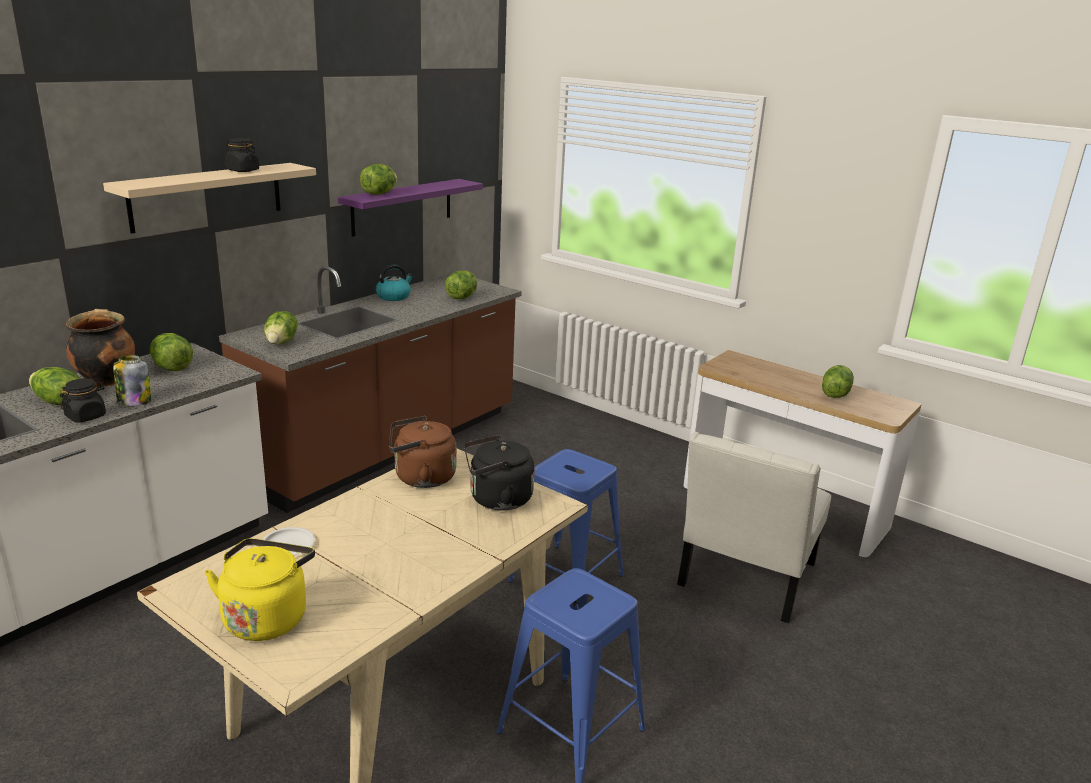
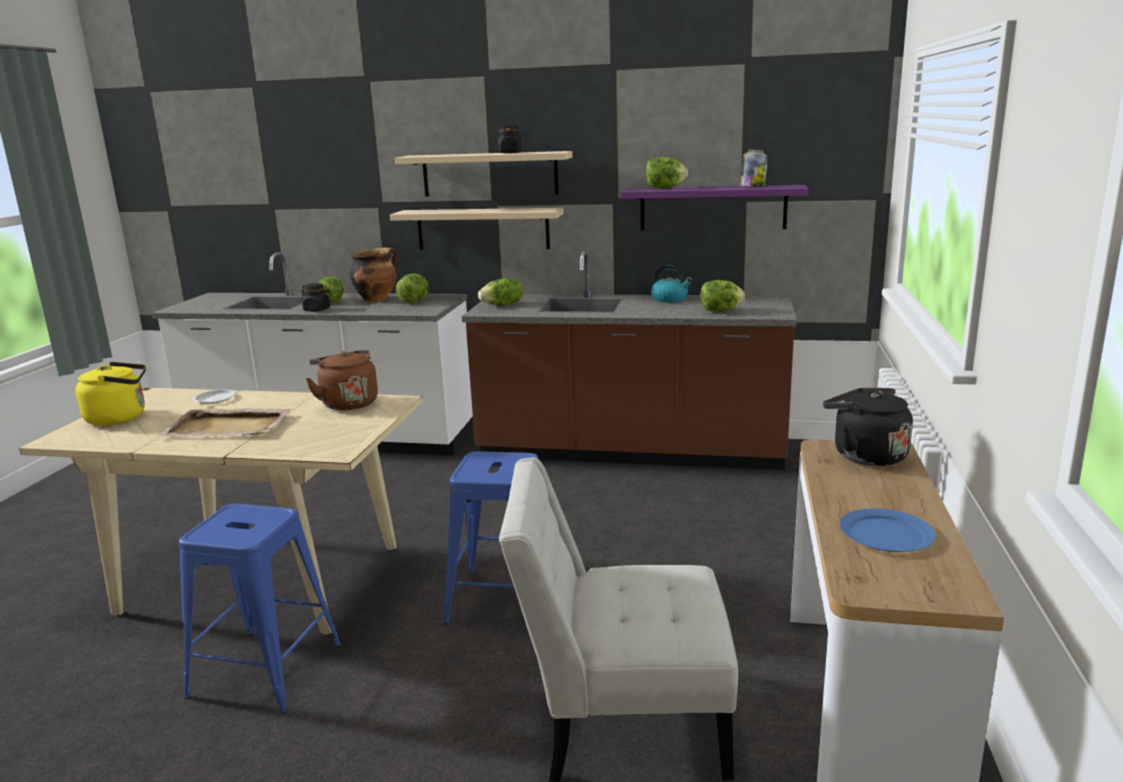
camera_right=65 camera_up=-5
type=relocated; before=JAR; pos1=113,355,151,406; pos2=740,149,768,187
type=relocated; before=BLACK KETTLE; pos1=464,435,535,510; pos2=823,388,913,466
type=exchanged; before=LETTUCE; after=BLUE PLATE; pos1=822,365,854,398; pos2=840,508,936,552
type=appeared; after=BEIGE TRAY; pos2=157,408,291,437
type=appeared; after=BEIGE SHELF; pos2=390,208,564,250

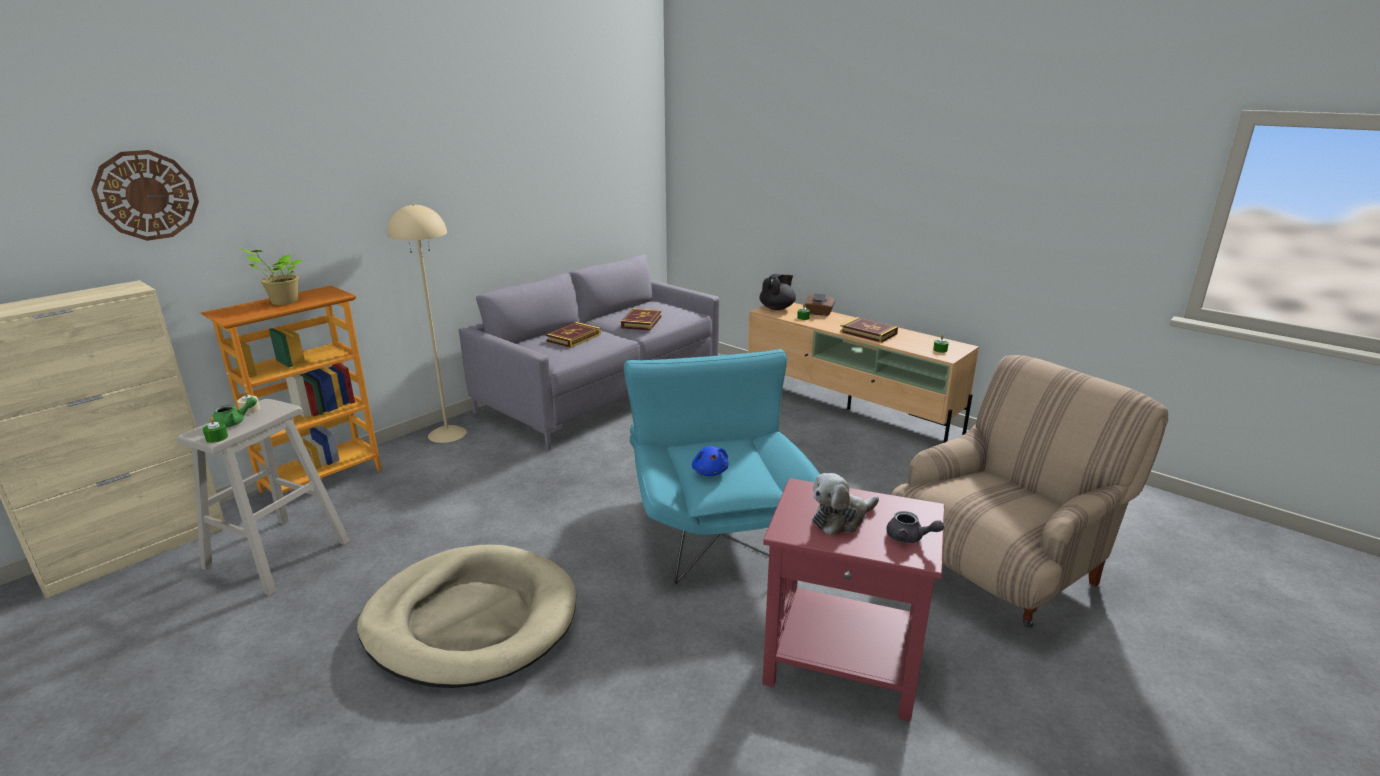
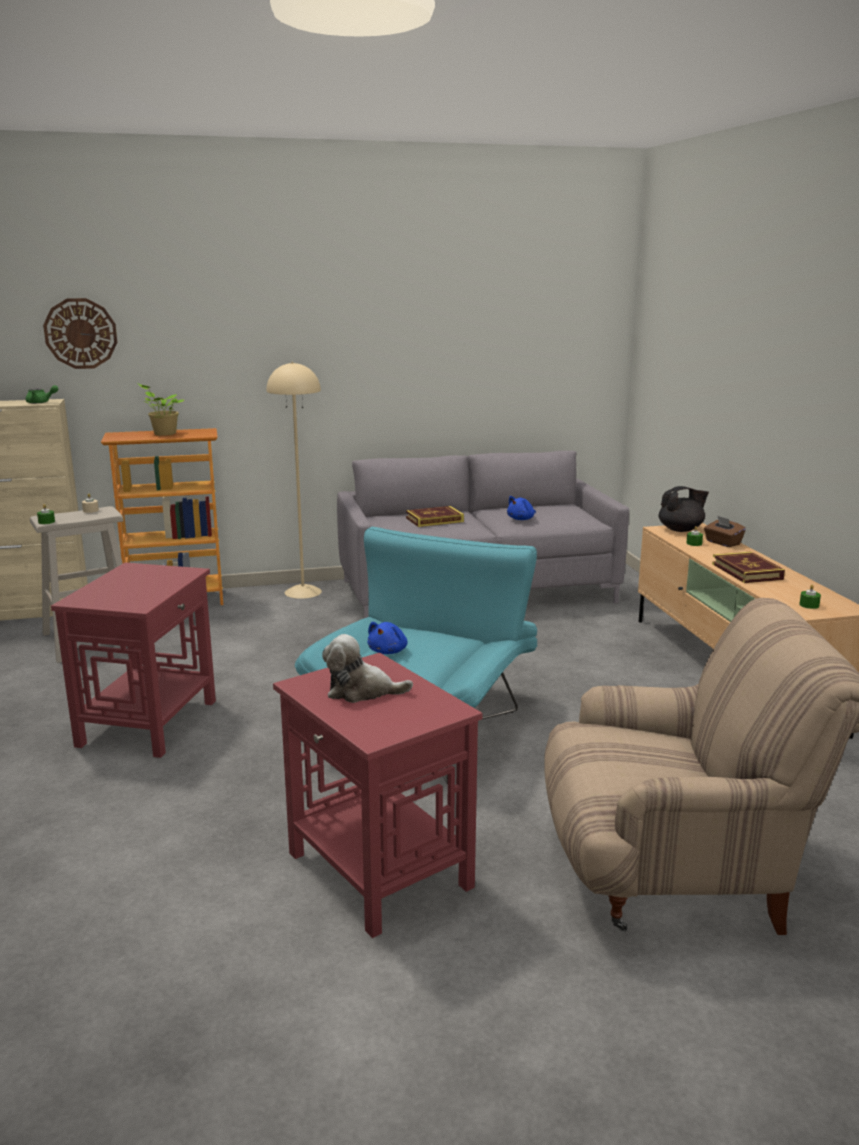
camera_right=35 camera_up=-5
type=relocated; before=GREEN TEAPOT; pos1=212,397,257,427; pos2=26,385,58,404
type=exchanged; before=BEIGE DOG BED; after=RED SIDE TABLE; pos1=357,545,576,688; pos2=51,562,216,758
type=exchanged; before=BOOK; after=BLUE PLUSH TOY; pos1=621,308,662,330; pos2=507,496,536,520
type=missing; before=GREY TEAPOT; pos1=886,511,944,543

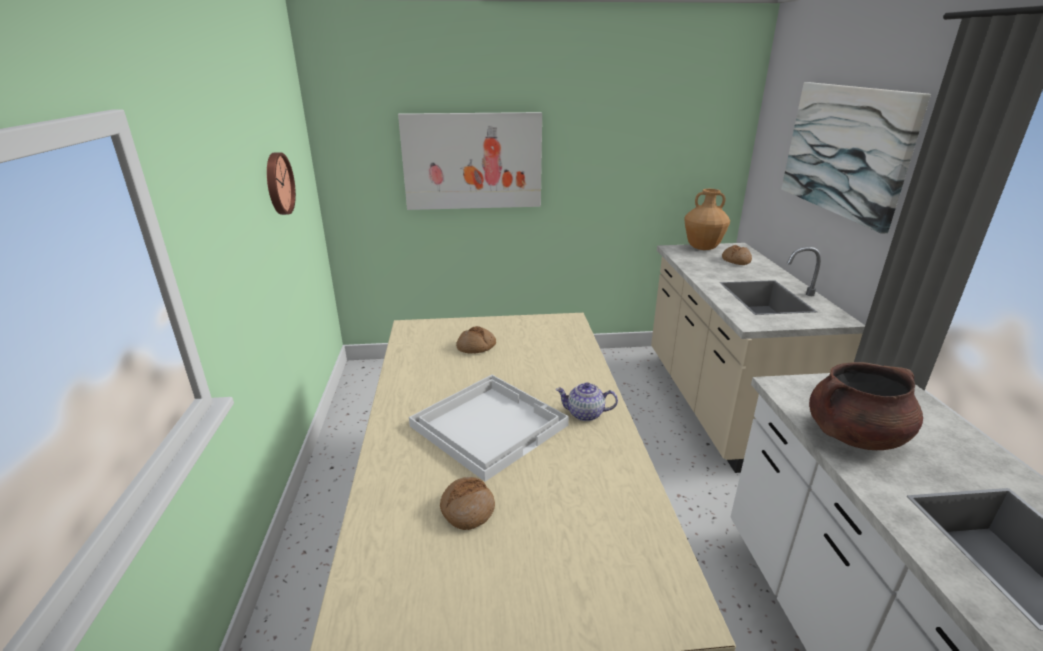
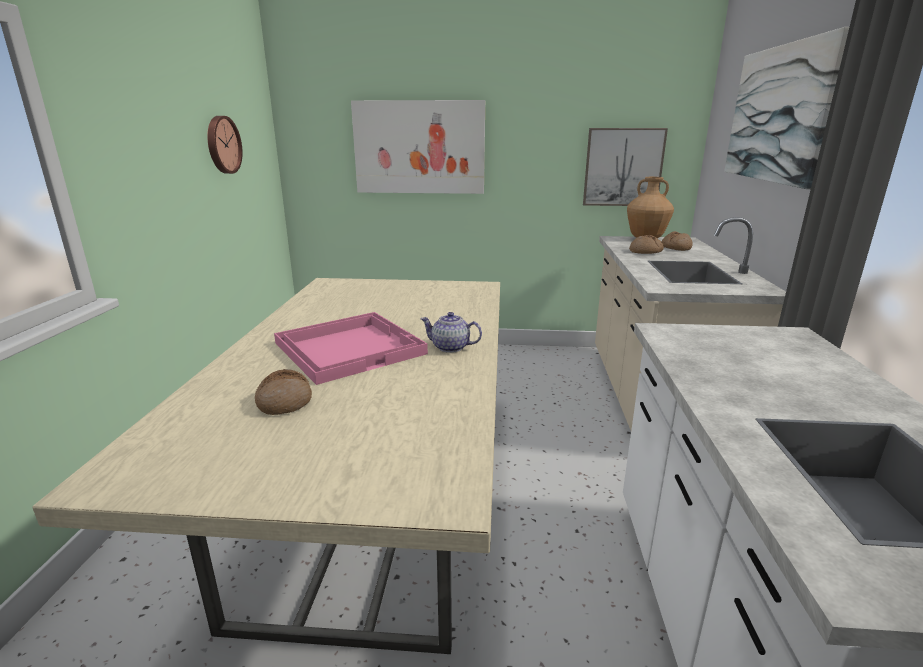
camera_right=10 camera_up=-5
type=colour; before=WHITE TRAY; after=PINK TRAY; pos1=409,375,569,481; pos2=274,312,428,385
type=relocated; before=BREAD; pos1=456,326,496,353; pos2=629,235,664,254
type=missing; before=BROWN COOKING POT; pos1=809,362,923,450
type=appeared; after=PICTURE; pos2=583,128,668,206

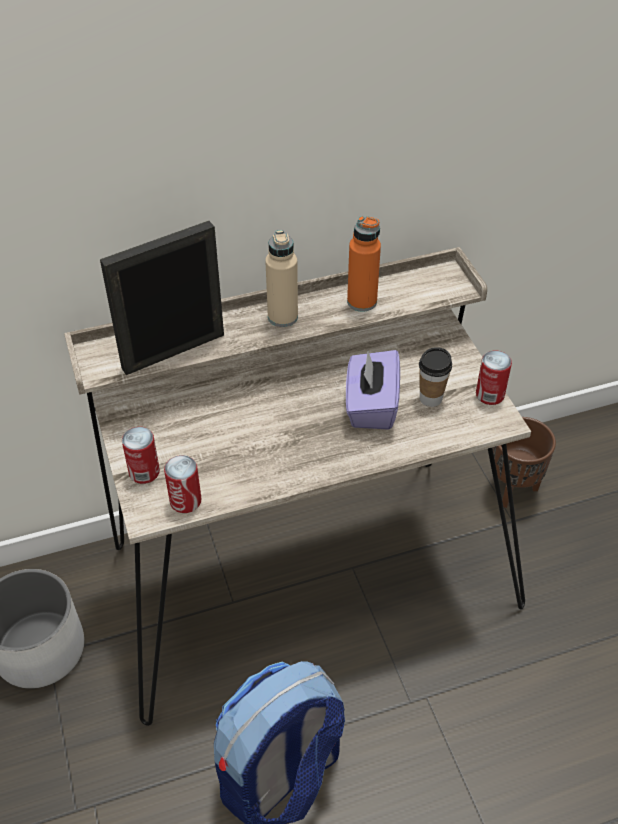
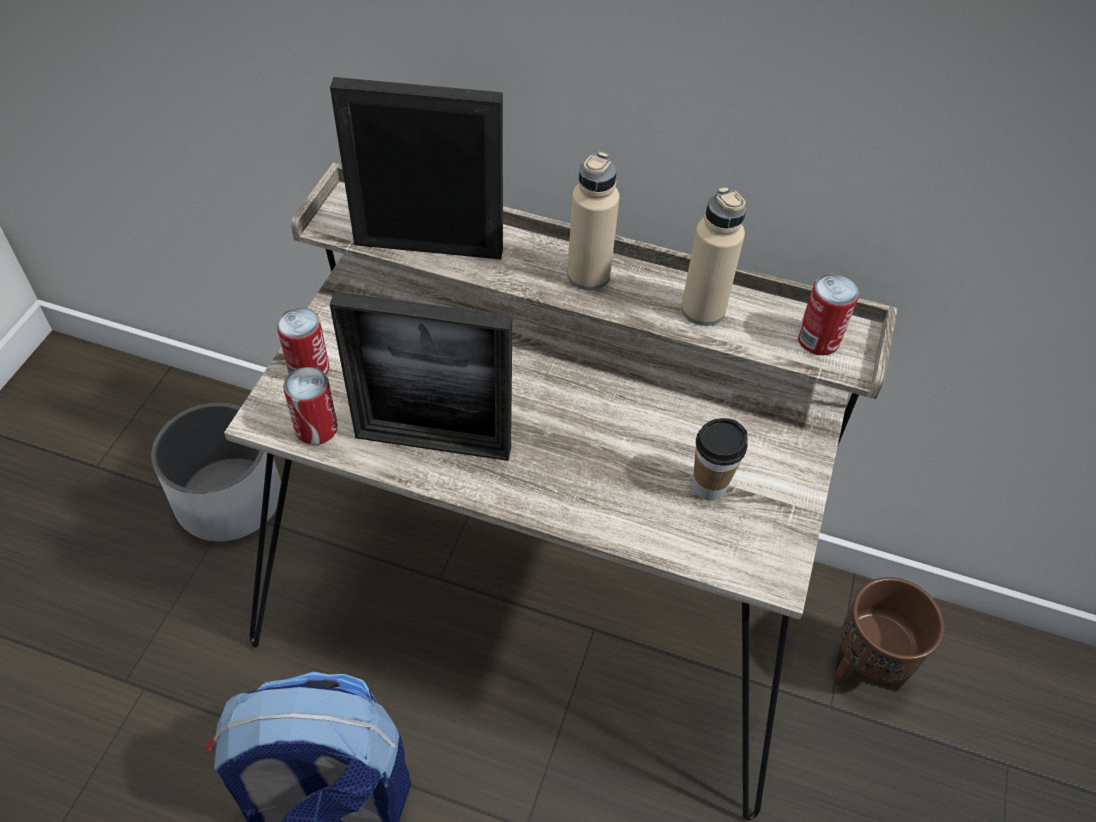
camera_right=35 camera_up=5
type=missing; before=PURPLE TISSUE BOX; pos1=346,350,400,430
type=colour; before=ORANGE BOTTLE; after=BEIGE BOTTLE; pos1=347,216,381,312; pos2=681,186,746,326
type=relocated; before=CAN; pos1=476,351,512,405; pos2=797,274,859,355
type=appeared; after=PICTURE FRAME; pos2=330,291,512,461

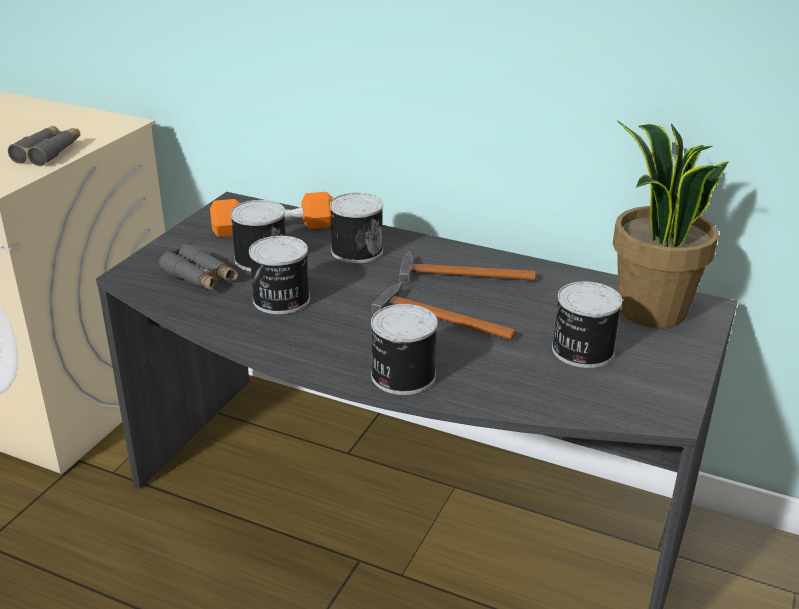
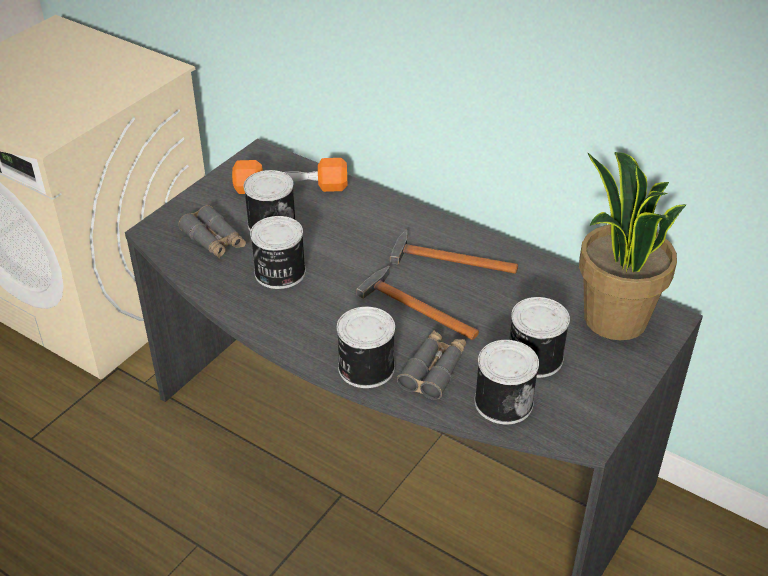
camera_right=10 camera_up=10
type=relocated; before=GREY BINOCULARS; pos1=8,126,80,166; pos2=397,330,466,400
type=relocated; before=CAN; pos1=330,193,383,263; pos2=474,340,539,424

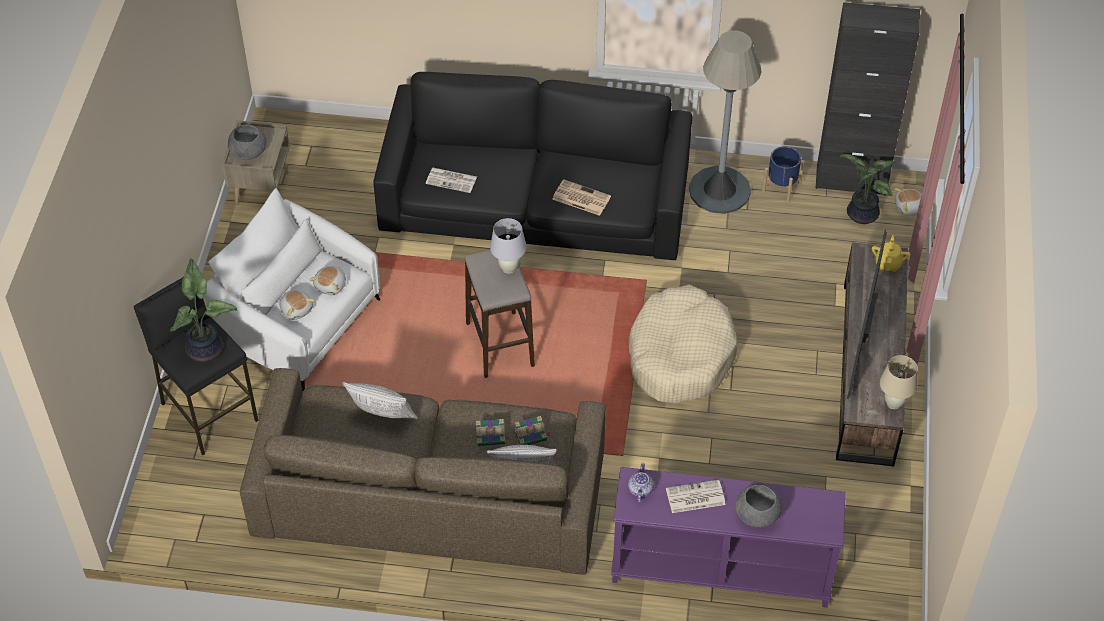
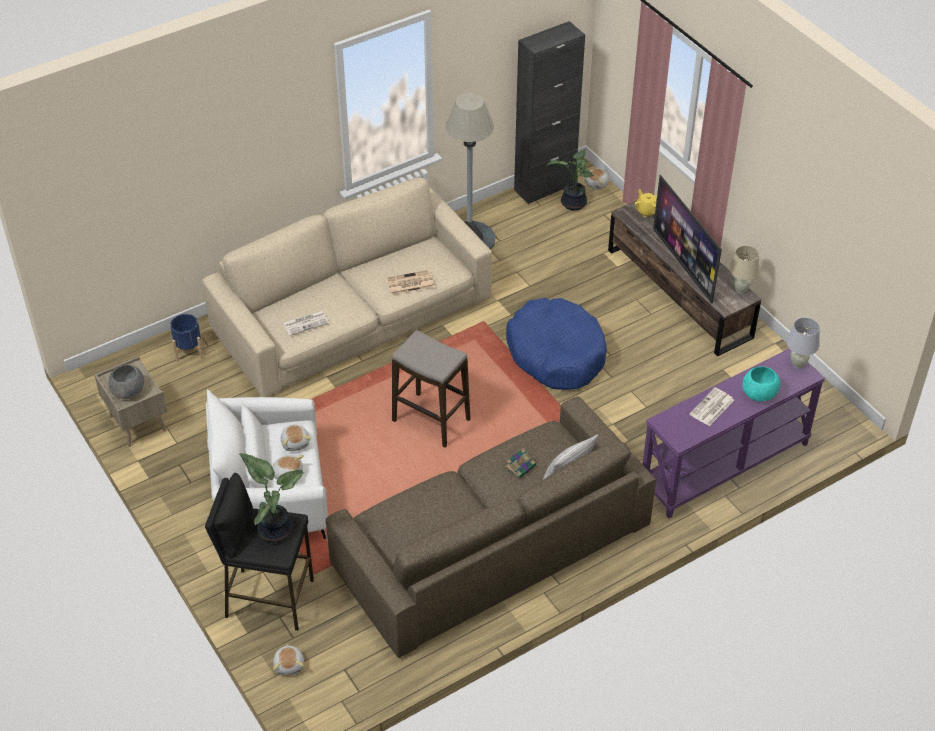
camera_right=-40 camera_up=-5
type=missing; before=PILLOW; pos1=342,382,418,419
type=colour; before=BLACK SOFA; after=BEIGE SOFA; pos1=373,72,692,260; pos2=202,177,492,397
type=relocated; before=WHITE TABLE LAMP; pos1=490,218,527,274; pos2=787,317,820,368
type=missing; before=BOOK; pos1=514,416,550,445
type=missing; before=TEAPOT; pos1=628,463,654,503
type=colour; before=BEIGE DOG BED; after=BLUE DOG BED; pos1=629,285,738,404; pos2=506,298,607,390
type=colour; before=GREY BOWL; after=TURQUOISE BOWL; pos1=735,484,782,527; pos2=742,366,780,401
type=relocated; before=BLUE PLANTER; pos1=762,146,805,202; pos2=170,314,204,362
type=appeared; after=PLUSH TOY; pos2=273,644,304,676

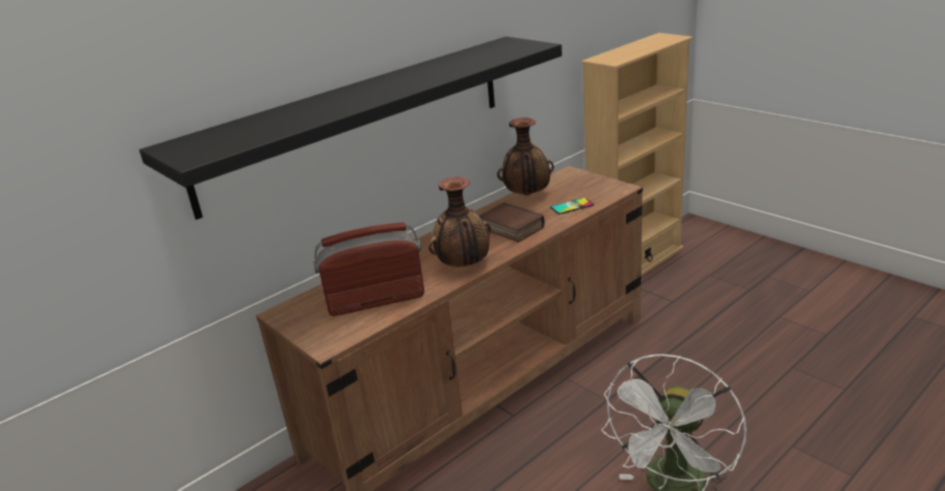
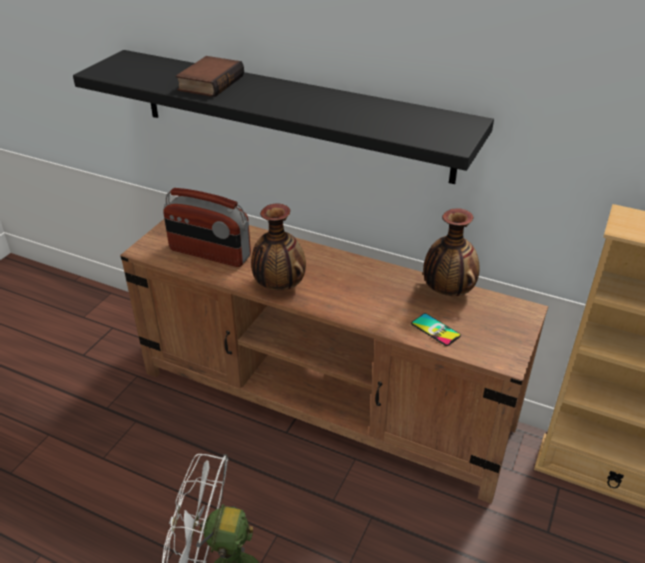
camera_right=65 camera_up=10
type=spun; before=RADIO; pos1=313,222,424,316; pos2=163,188,251,267; turn=150
type=relocated; before=BOOK; pos1=479,203,545,242; pos2=176,56,244,97

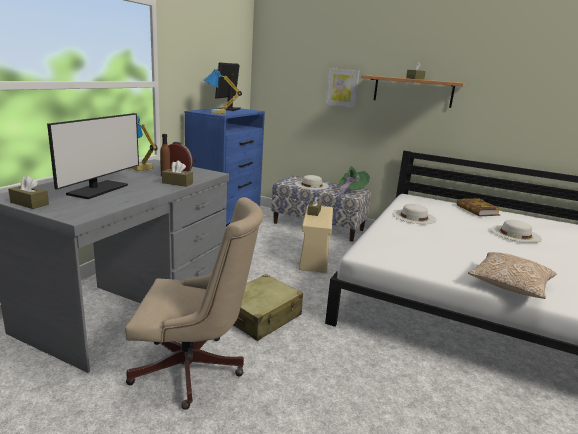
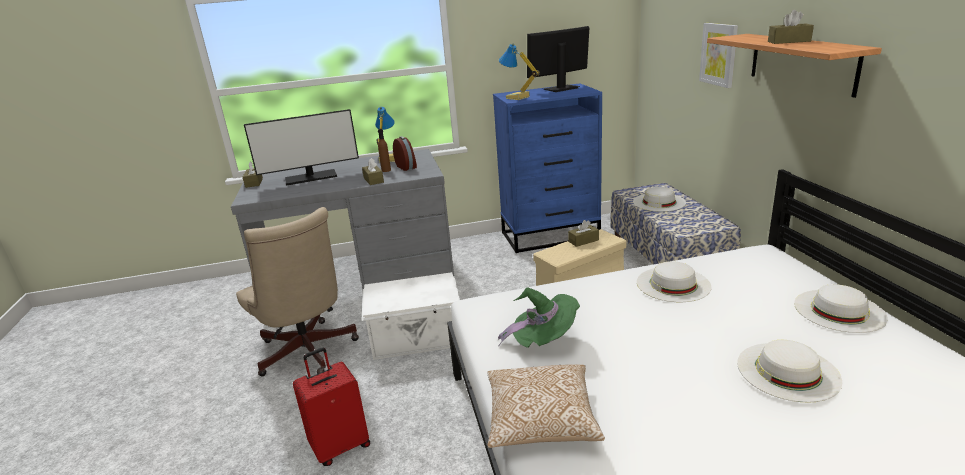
camera_right=55 camera_up=5
type=exchanged; before=BEIGE SUITCASE; after=WHITE STORAGE BOX; pos1=234,274,303,341; pos2=361,272,460,360
type=relocated; before=GREEN HAT; pos1=337,166,370,196; pos2=498,287,580,348
type=exchanged; before=BOOK; after=WHITE HAT; pos1=457,198,502,216; pos2=794,284,888,333
type=appeared; after=RED SUITCASE; pos2=293,348,370,466

